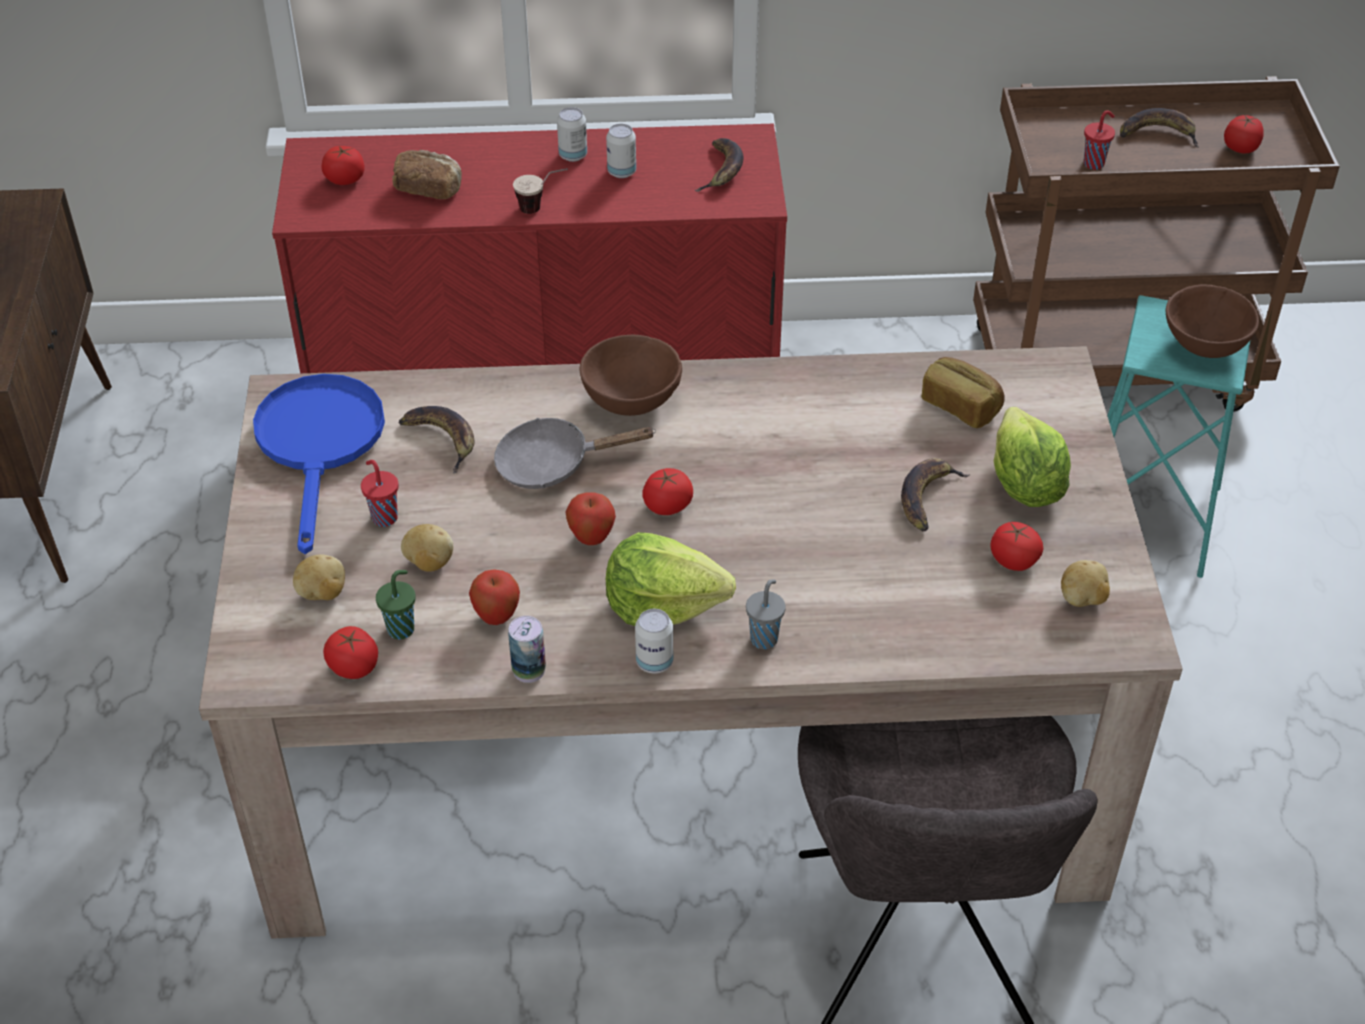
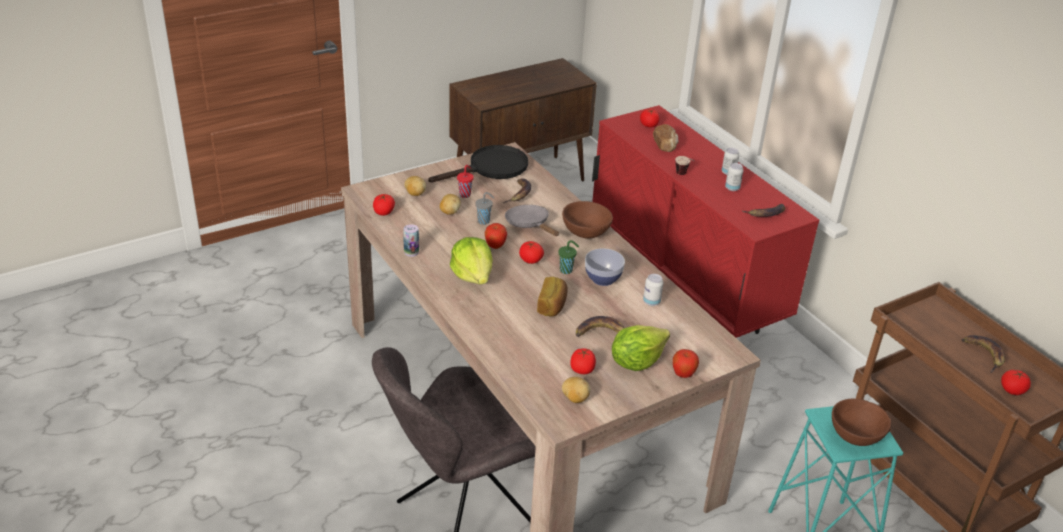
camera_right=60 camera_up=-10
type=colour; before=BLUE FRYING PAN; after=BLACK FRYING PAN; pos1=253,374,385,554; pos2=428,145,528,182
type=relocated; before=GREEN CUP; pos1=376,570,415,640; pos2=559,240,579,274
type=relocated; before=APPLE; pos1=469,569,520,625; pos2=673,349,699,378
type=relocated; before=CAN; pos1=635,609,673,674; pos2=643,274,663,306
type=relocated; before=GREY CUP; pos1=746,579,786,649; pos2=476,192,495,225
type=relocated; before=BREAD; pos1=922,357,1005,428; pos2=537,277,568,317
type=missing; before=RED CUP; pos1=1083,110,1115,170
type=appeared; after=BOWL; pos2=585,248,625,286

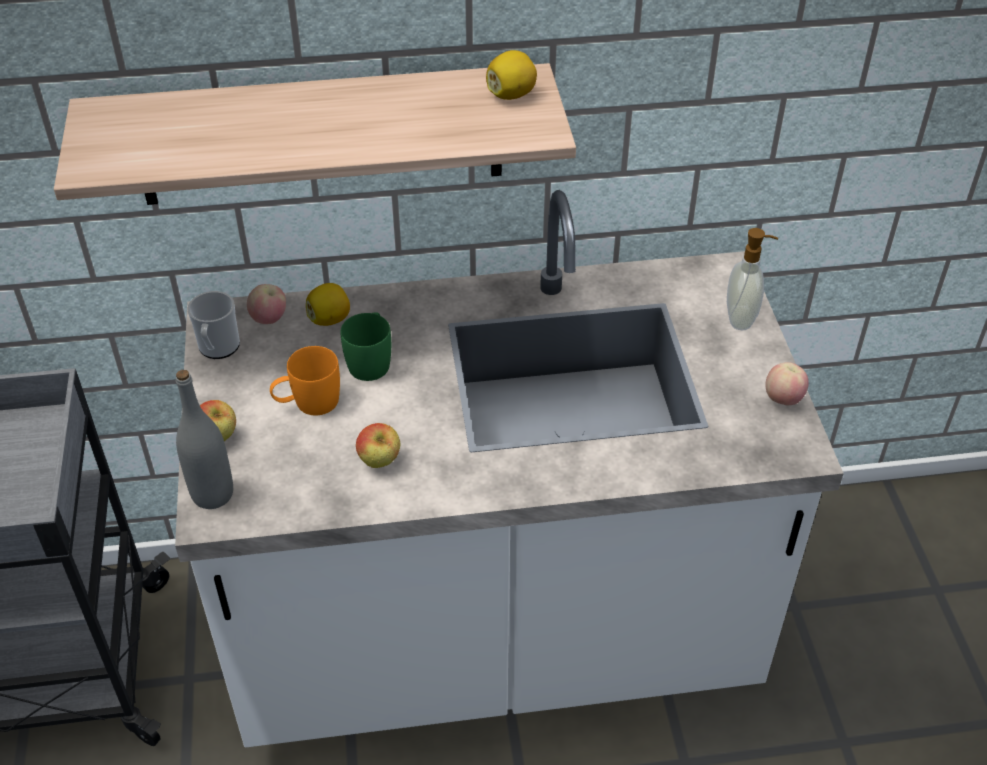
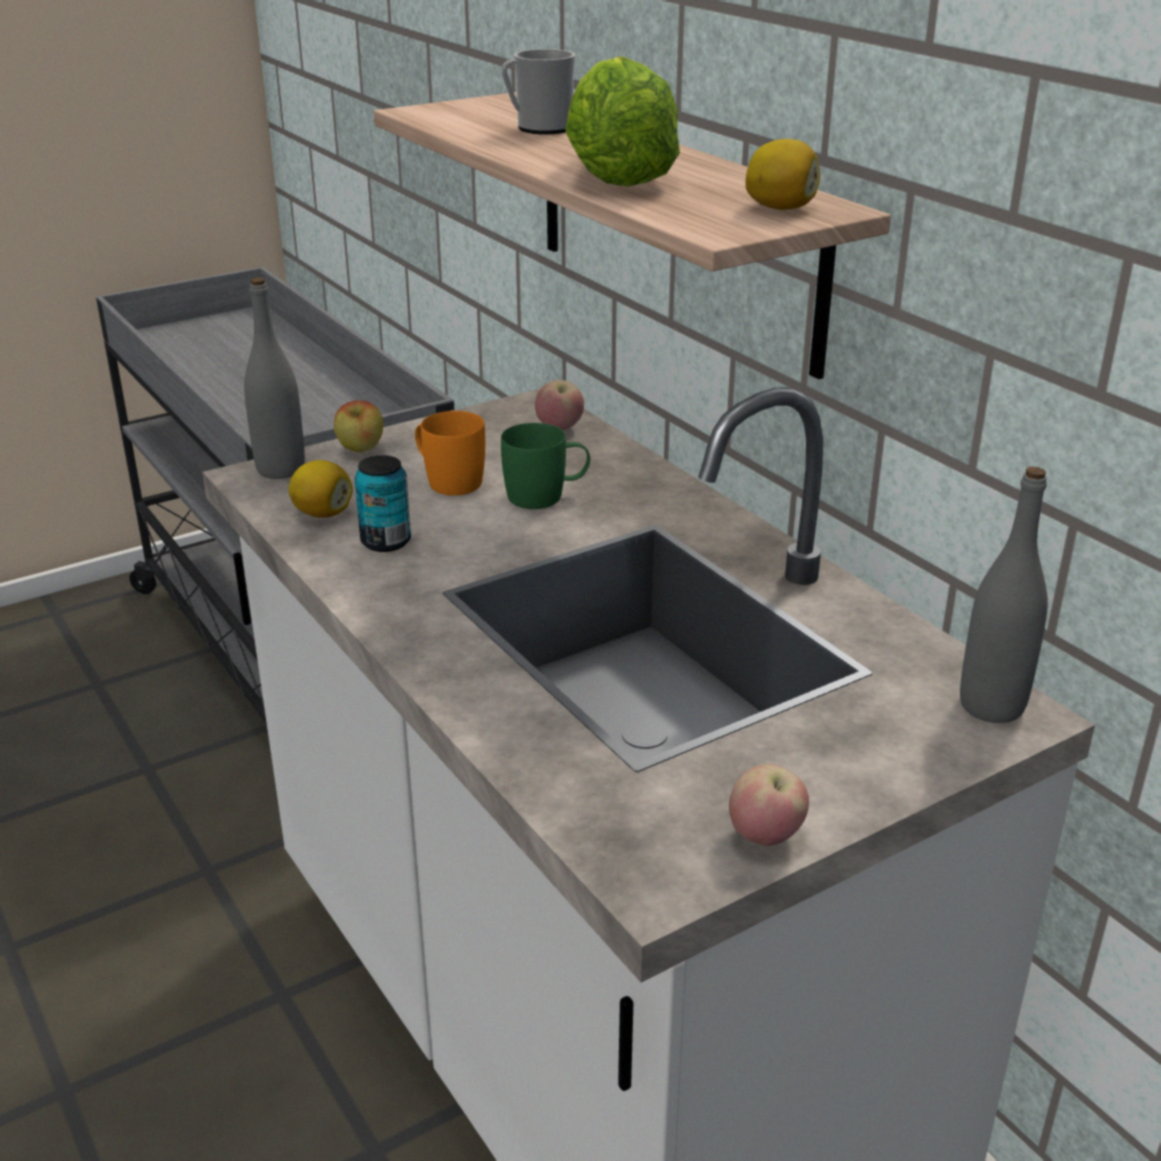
camera_right=65 camera_up=-15
type=relocated; before=MUG; pos1=187,291,240,359; pos2=501,49,576,134
type=relocated; before=LEMON; pos1=306,283,350,326; pos2=288,460,353,518
type=exchanged; before=APPLE; after=CAN; pos1=356,423,400,468; pos2=355,455,411,552
type=missing; before=SOAP DISPENSER; pos1=727,228,778,330
type=appeared; after=LETTUCE; pos2=565,56,680,187
type=appeared; after=GREY BOTTLE; pos2=960,466,1048,723

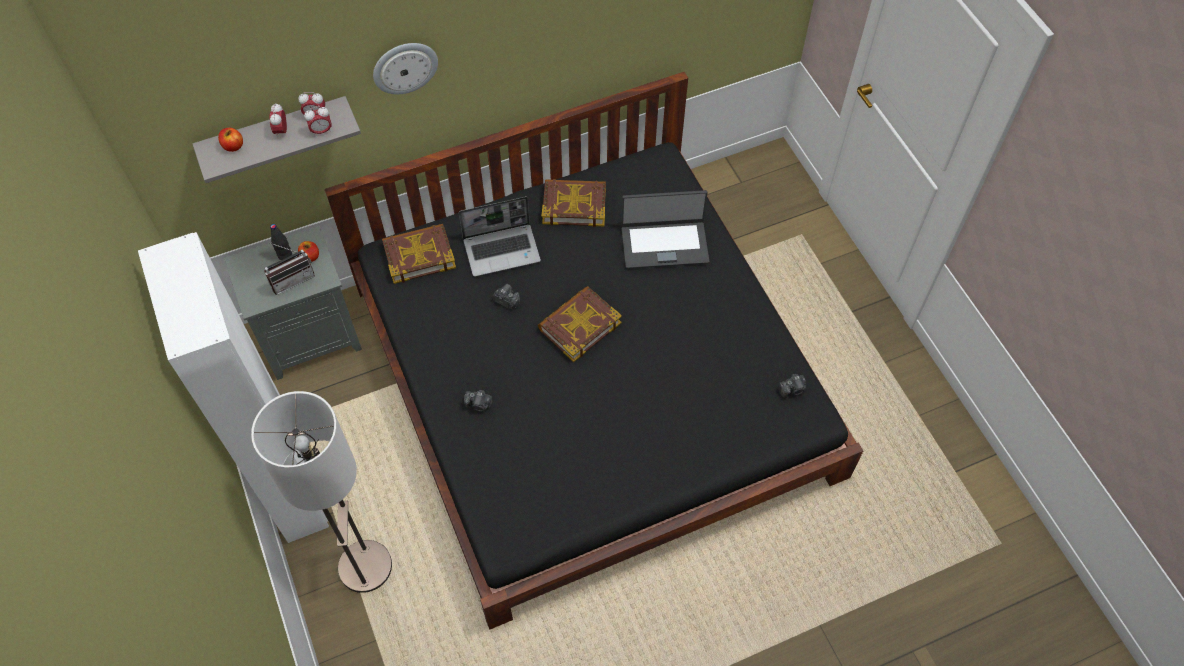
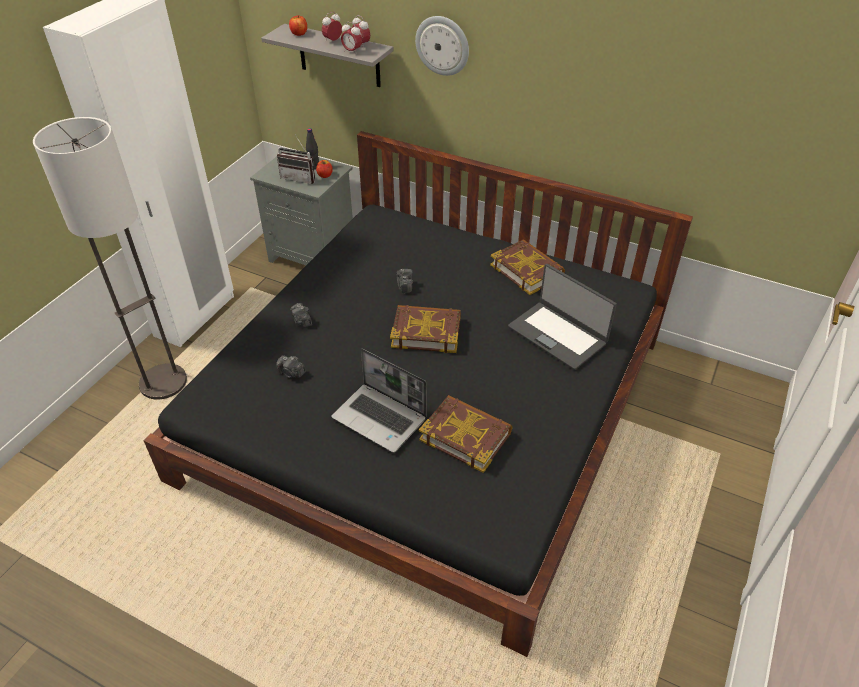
camera_right=50 camera_up=-15
type=relocated; before=BOOK; pos1=382,224,456,284; pos2=419,395,513,473
type=relocated; before=LAPTOP; pos1=459,196,541,277; pos2=331,349,427,453
type=relocated; before=PHOTO CAMERA; pos1=779,374,806,398; pos2=276,356,306,378

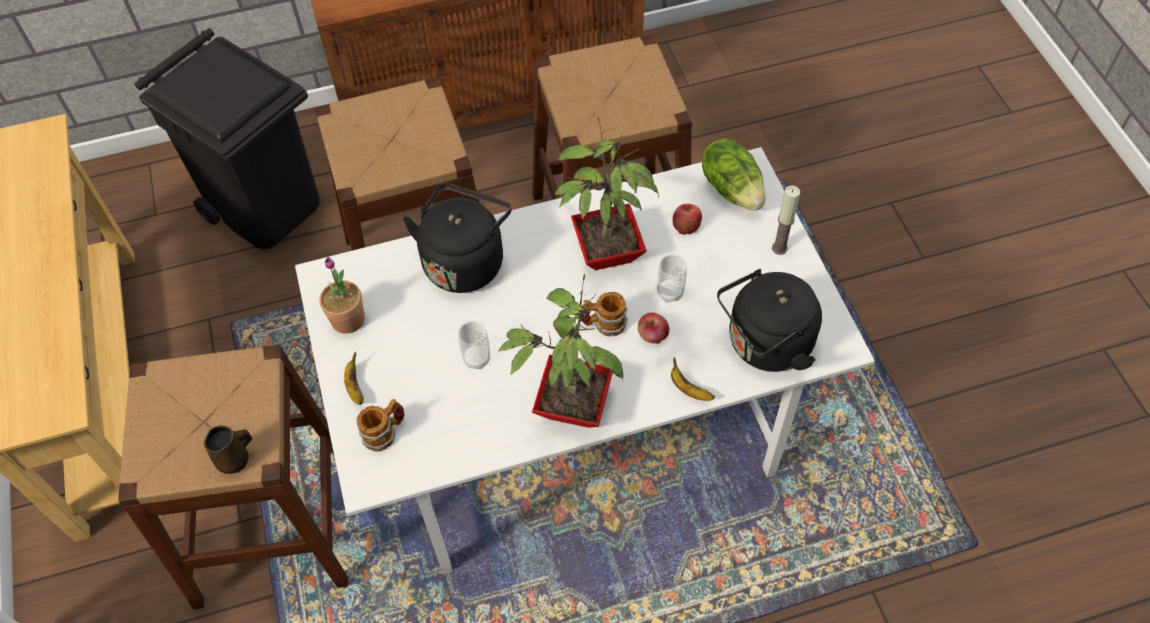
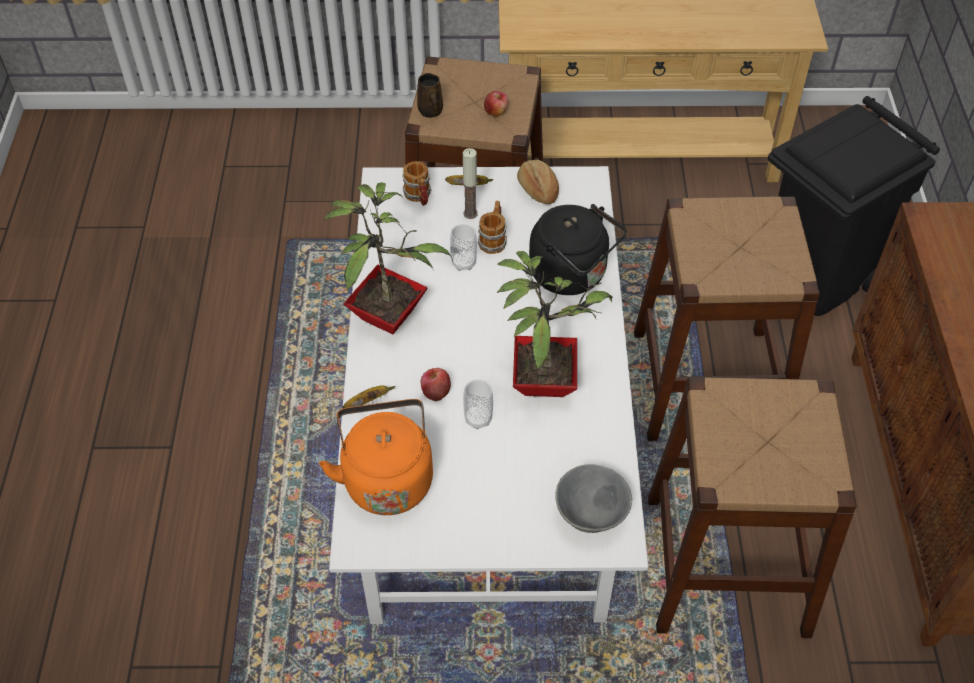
camera_right=105 camera_up=-5
type=exchanged; before=POTTED PLANT; after=BREAD; pos1=319,257,365,334; pos2=517,160,559,204
type=relocated; before=MUG; pos1=581,292,628,336; pos2=478,201,507,254
type=relocated; before=APPLE; pos1=673,204,702,235; pos2=484,91,509,116
type=exchanged; before=LETTUCE; after=GREY BOWL; pos1=702,139,766,211; pos2=555,464,632,533
type=colour; before=BLACK KETTLE; after=ORANGE KETTLE; pos1=717,269,822,372; pos2=319,399,433,515
type=relocated; before=CANDLE; pos1=772,185,800,255; pos2=462,148,478,219

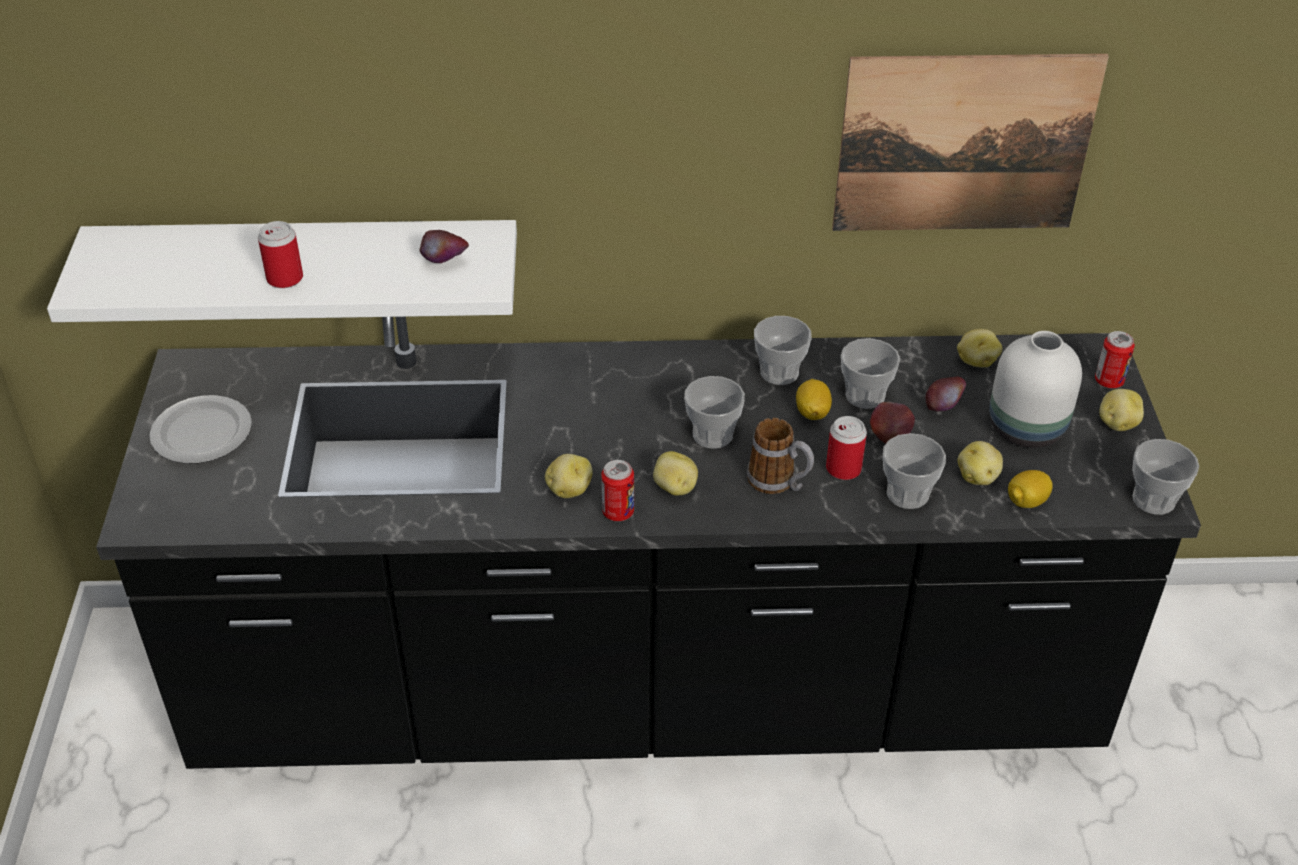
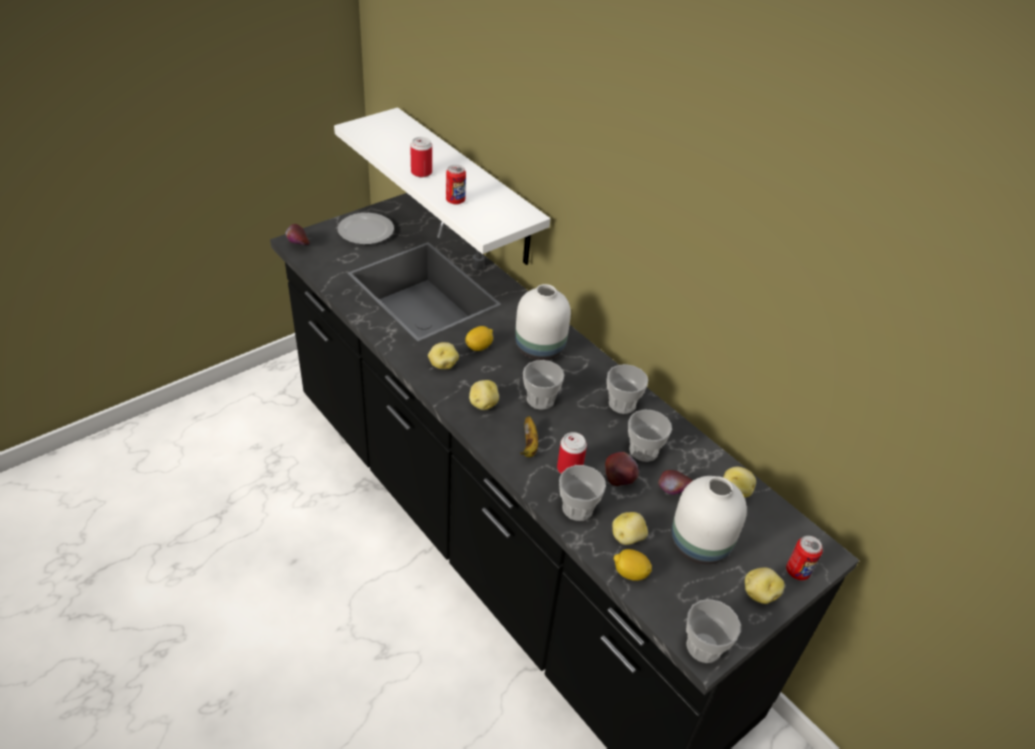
camera_right=50 camera_up=0
type=relocated; before=APPLE; pos1=420,230,469,263; pos2=286,224,310,245
type=relocated; before=CAN; pos1=601,460,634,521; pos2=446,165,466,205
type=exchanged; before=MUG; after=BANANA; pos1=747,418,814,494; pos2=520,416,538,457
type=relocated; before=LEMON; pos1=796,379,832,420; pos2=465,326,493,351
type=missing; before=PICTURE; pos1=832,54,1109,231
type=appeared; after=WHITE VASE; pos2=515,284,571,360

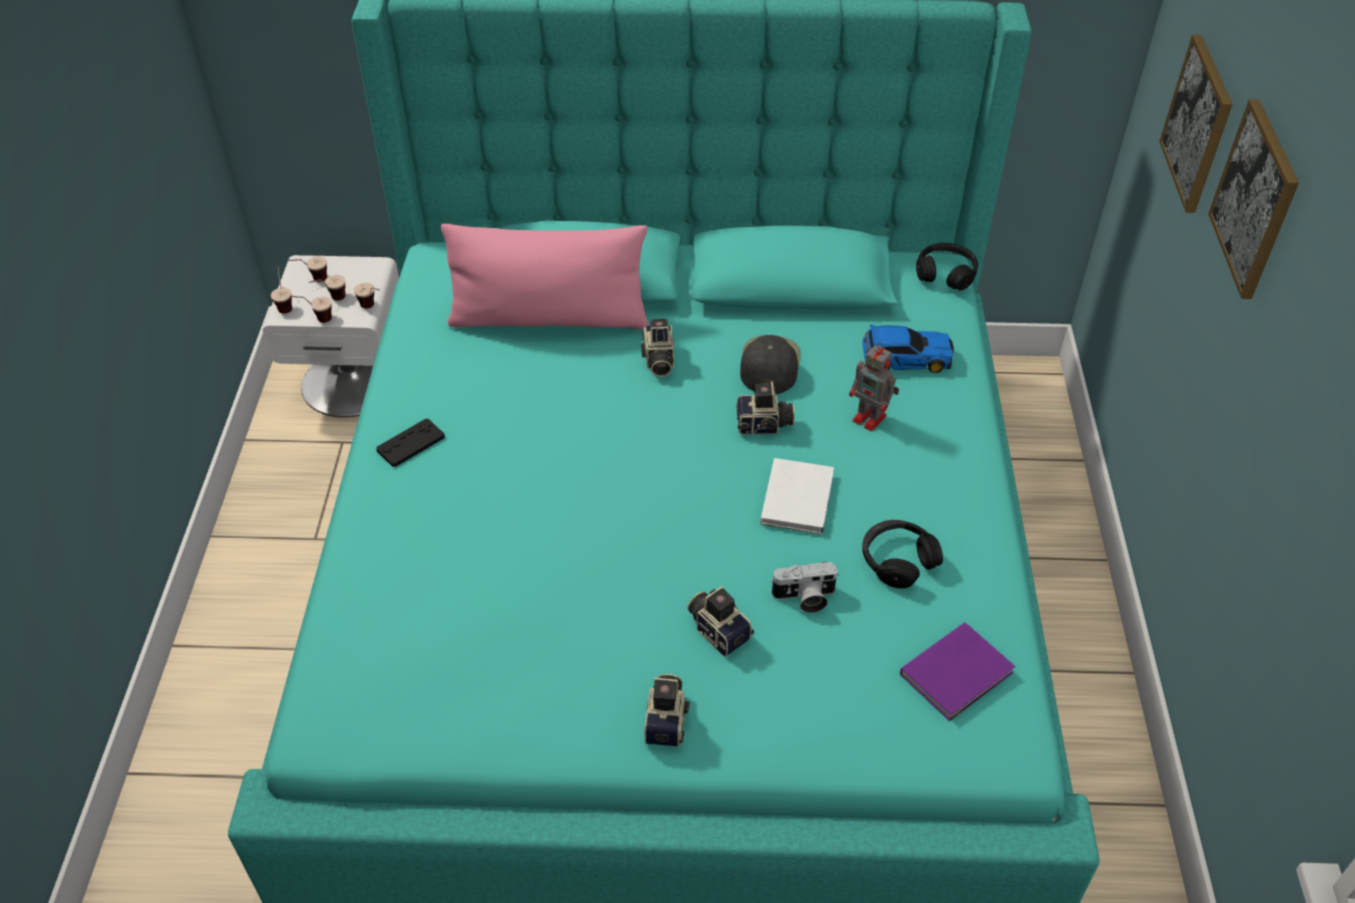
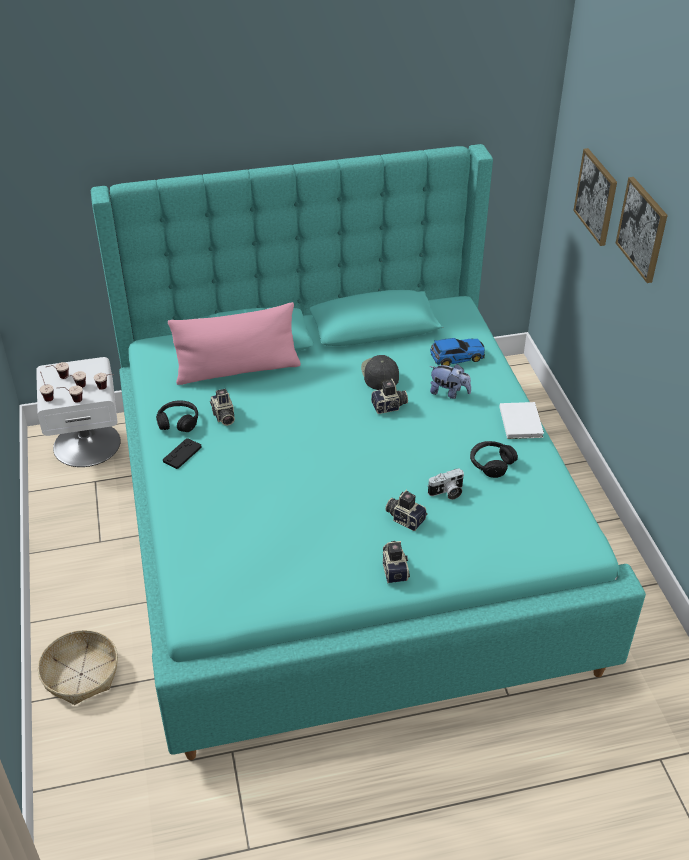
camera_right=-15 camera_up=-5
type=relocated; before=PHOTO CAMERA; pos1=641,319,674,377; pos2=210,389,235,426
type=relocated; before=WHITE BOOK; pos1=760,458,834,534; pos2=500,402,544,439
type=exchanged; before=TOY ROBOT; after=PLUSH TOY; pos1=849,343,899,431; pos2=430,364,471,399
type=missing; before=PURPLE BOOK; pos1=900,622,1015,721
type=relocated; before=BLACK HEADPHONES; pos1=916,243,978,291; pos2=156,400,198,432
type=appeared; after=BASKET; pos2=38,630,118,705

